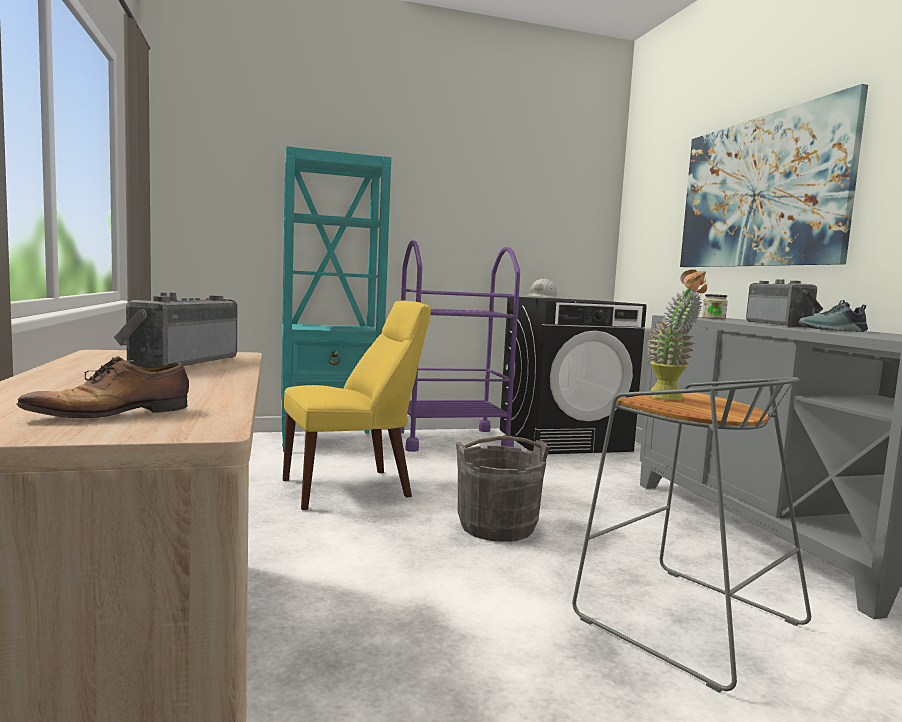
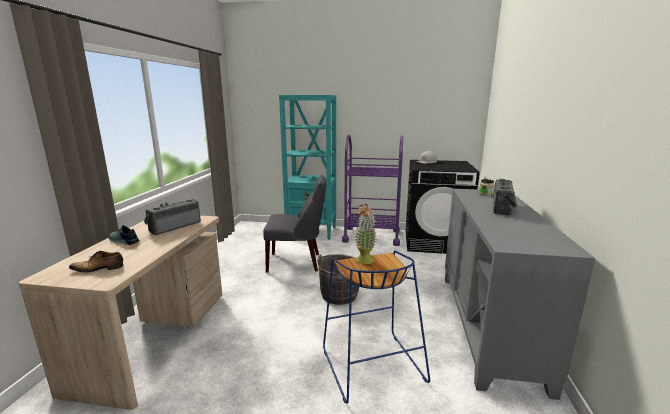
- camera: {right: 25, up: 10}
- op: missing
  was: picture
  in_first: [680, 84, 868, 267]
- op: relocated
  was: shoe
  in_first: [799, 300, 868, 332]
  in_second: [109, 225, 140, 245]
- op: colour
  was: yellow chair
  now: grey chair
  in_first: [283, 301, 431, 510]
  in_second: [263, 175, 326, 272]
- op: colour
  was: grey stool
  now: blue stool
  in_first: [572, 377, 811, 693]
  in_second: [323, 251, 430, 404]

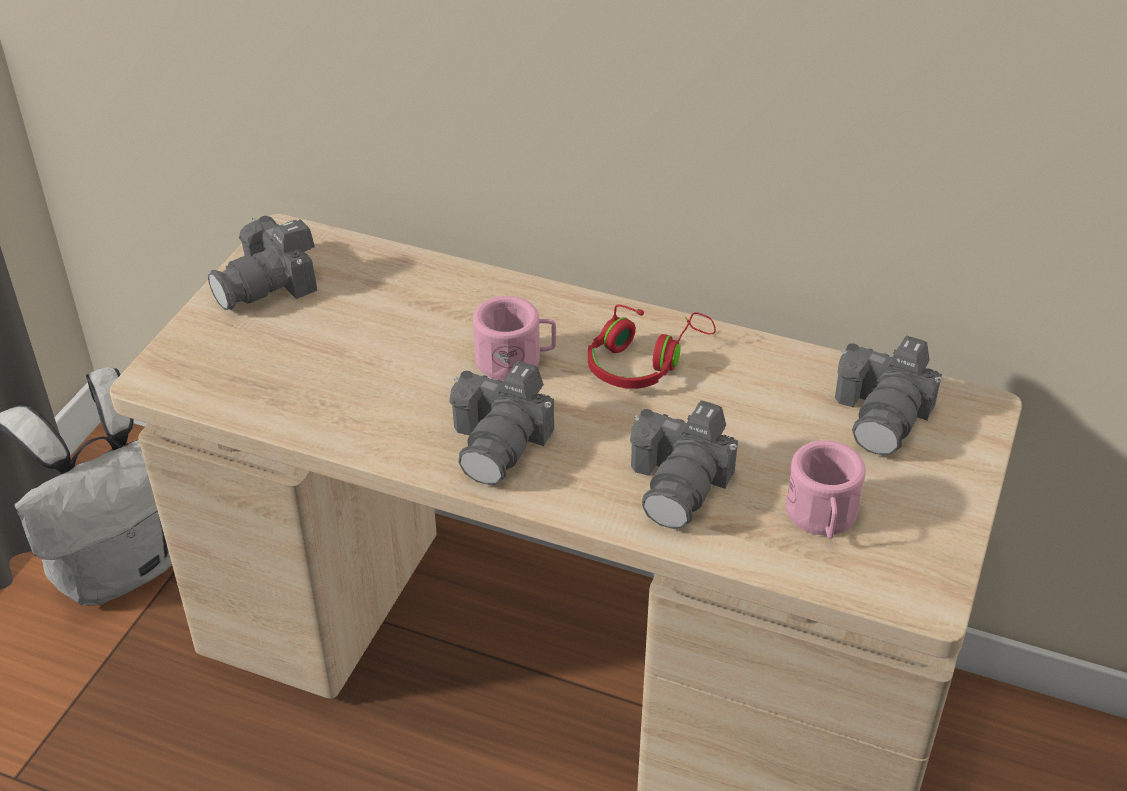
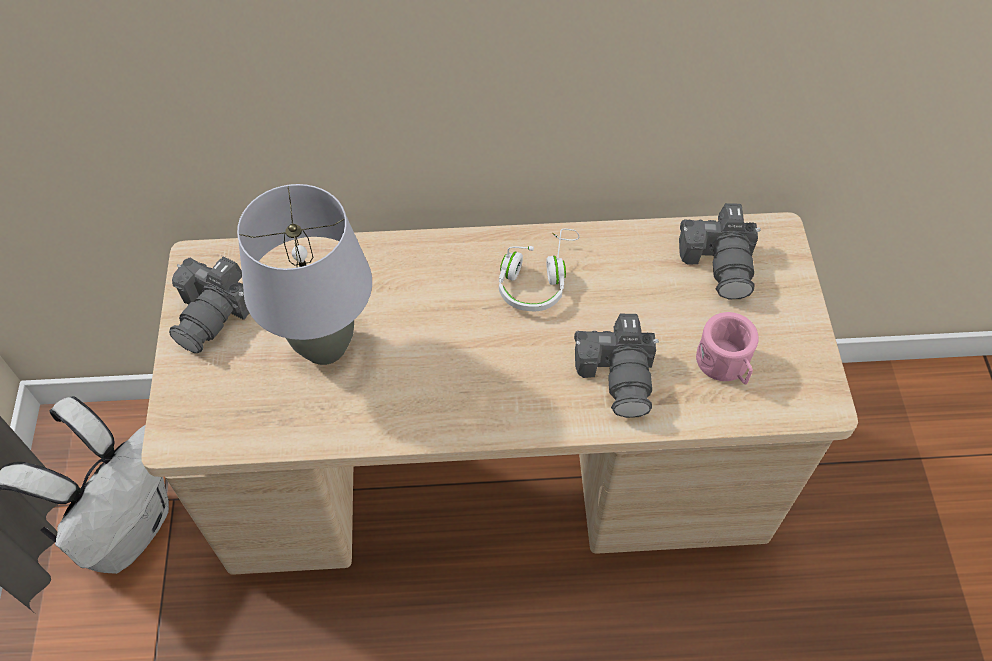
- camera: {right: -25, up: 15}
- op: missing
  was: photo camera
  in_first: [450, 361, 554, 485]
- op: missing
  was: pink mug
  in_first: [473, 296, 556, 381]
- op: appeared
  now: grey table lamp
  in_second: [237, 184, 372, 365]
- op: colour
  was: red headphones
  now: white headphones
  in_first: [588, 305, 716, 389]
  in_second: [499, 229, 580, 311]

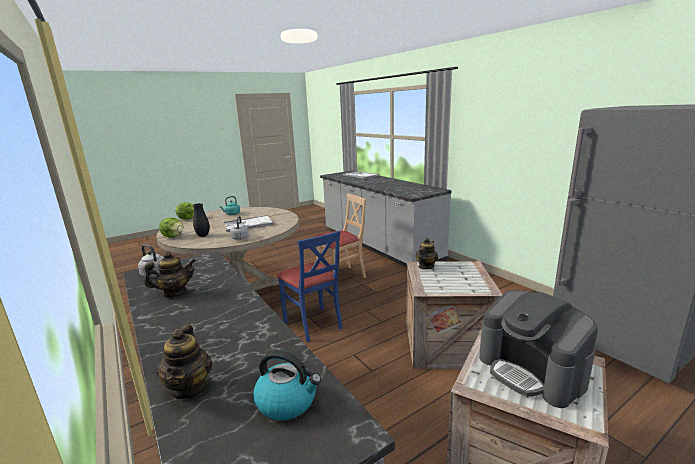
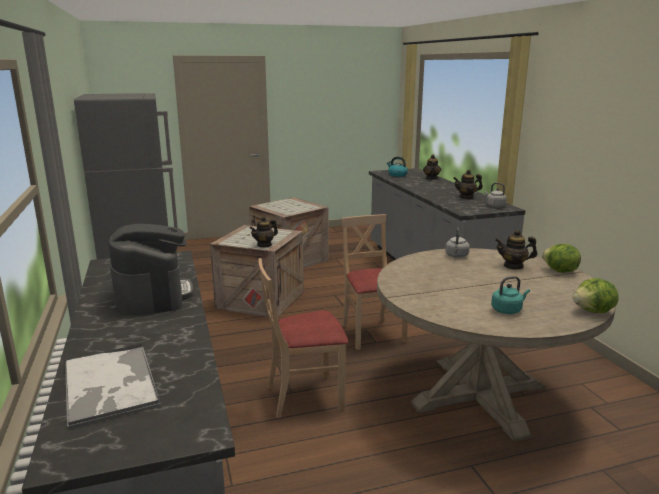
- camera: {right: -165, up: 0}
- op: missing
  was: tray
  in_first: [224, 215, 274, 232]
- op: relocated
  was: coffee machine
  in_first: [479, 290, 598, 408]
  in_second: [109, 224, 193, 316]
- op: exchanged
  was: black vase
  now: teapot
  in_first: [193, 203, 210, 237]
  in_second: [495, 230, 537, 270]
- op: colour
  was: blue chair
  now: beige chair
  in_first: [277, 231, 343, 343]
  in_second: [341, 214, 408, 350]

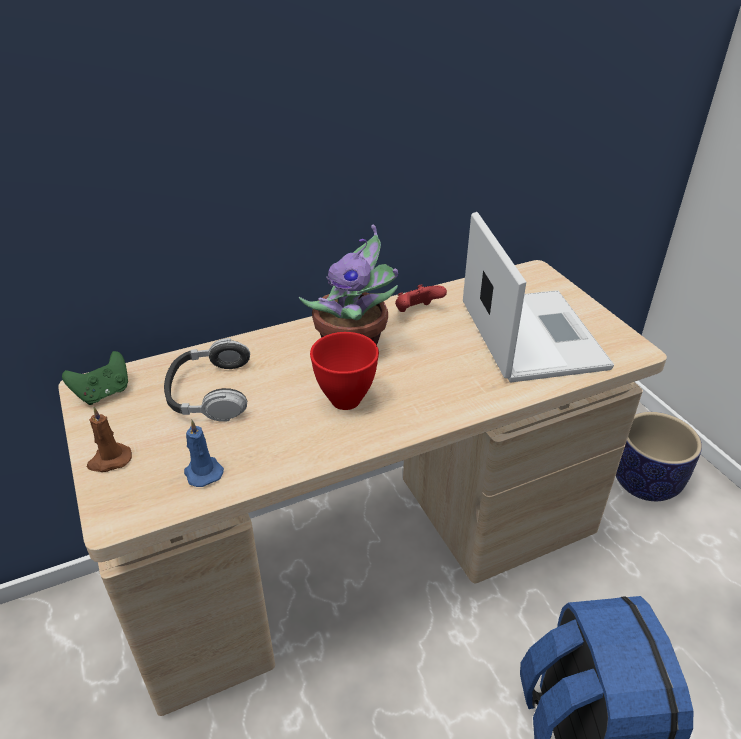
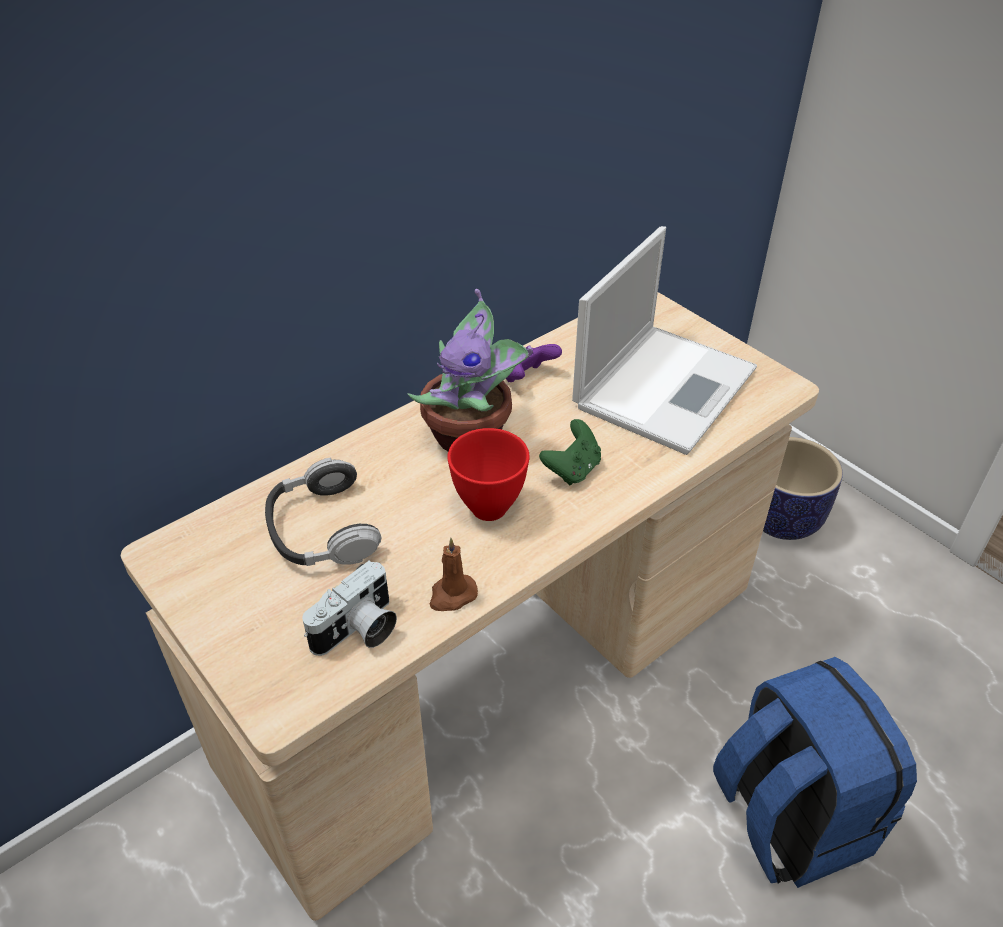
- camera: {right: -15, up: 5}
- op: relocated
  was: green game controller
  in_first: [62, 351, 128, 405]
  in_second: [539, 419, 601, 485]
- op: relocated
  was: brown candle
  in_first: [87, 407, 132, 472]
  in_second: [430, 538, 478, 611]
- op: exchanged
  was: blue candle
  now: photo camera
  in_first: [184, 420, 224, 487]
  in_second: [302, 561, 397, 656]
- op: colour
  was: red game controller
  now: purple game controller
  in_first: [395, 284, 447, 312]
  in_second: [506, 344, 562, 382]
- op: spun
  was: laptop
  in_first: [463, 212, 614, 383]
  in_second: [572, 226, 757, 455]
  clockwise: 60

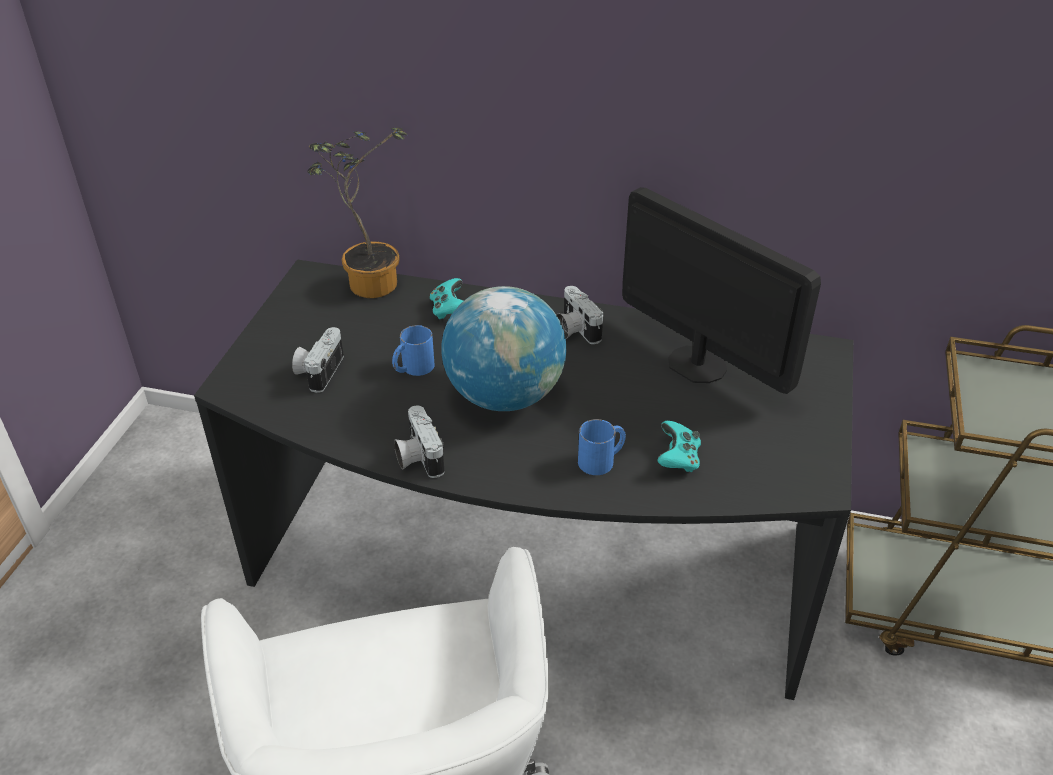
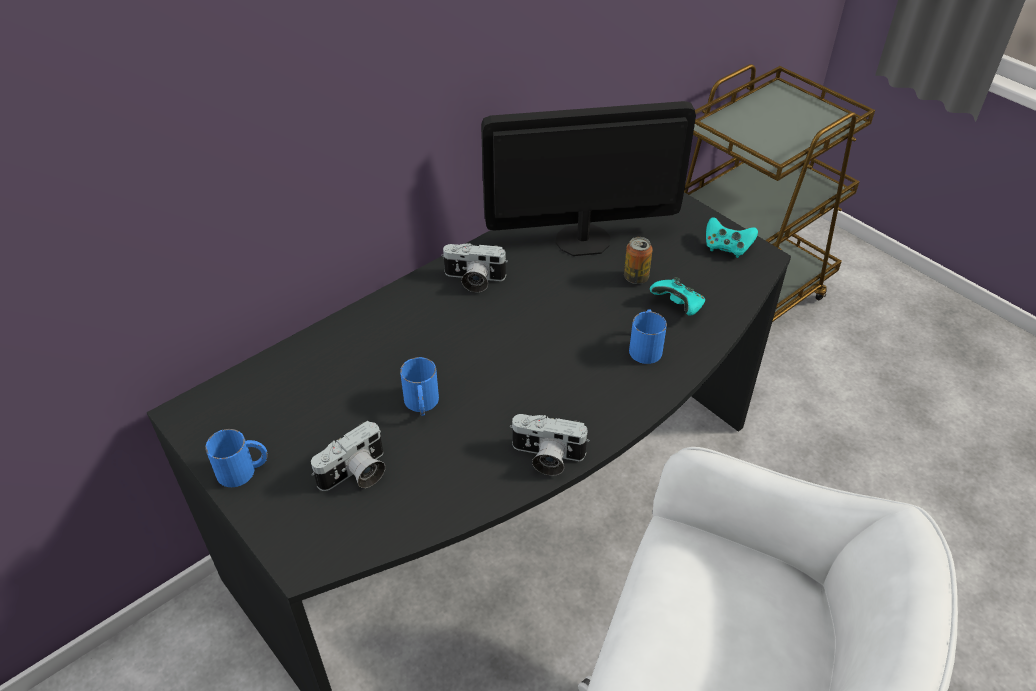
- camera: {right: -55, up: 5}
- op: missing
  was: potted plant
  in_first: [307, 128, 408, 298]
- op: missing
  was: globe
  in_first: [441, 286, 566, 411]
- op: appeared
  now: blue mug
  in_second: [205, 429, 268, 487]
- op: appeared
  now: can
  in_second: [624, 237, 653, 284]
- op: relocated
  was: turquoise game controller
  in_first: [430, 278, 463, 319]
  in_second: [706, 217, 758, 258]
- op: spun
  was: photo camera
  in_first: [292, 327, 344, 393]
  in_second: [311, 420, 385, 491]
  clockwise: -90

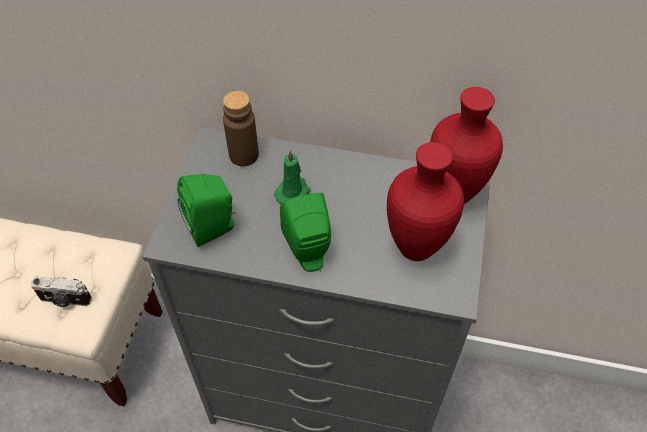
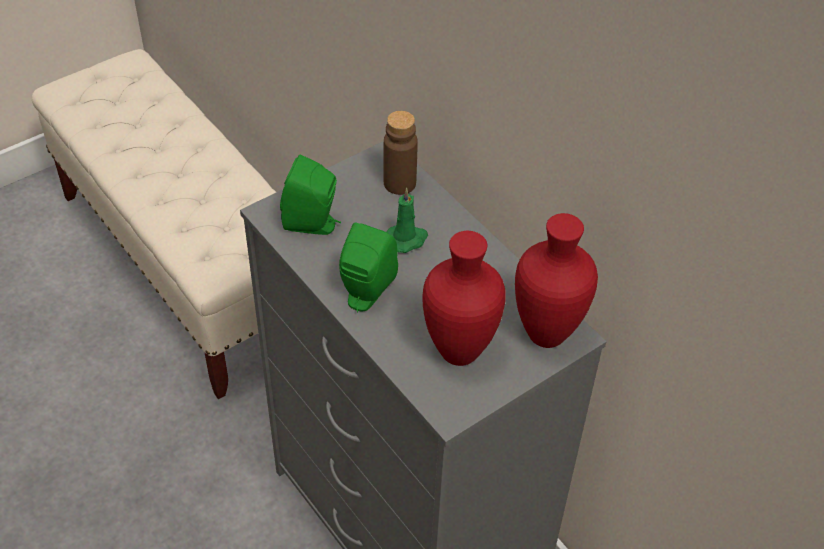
- camera: {right: 40, up: -5}
- op: missing
  was: photo camera
  in_first: [30, 277, 92, 307]

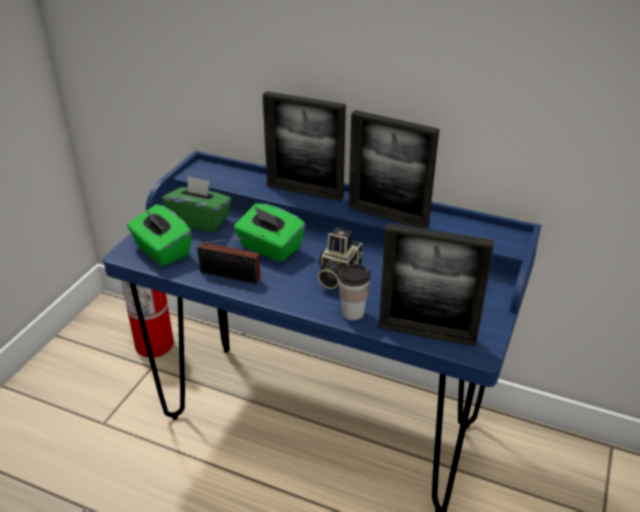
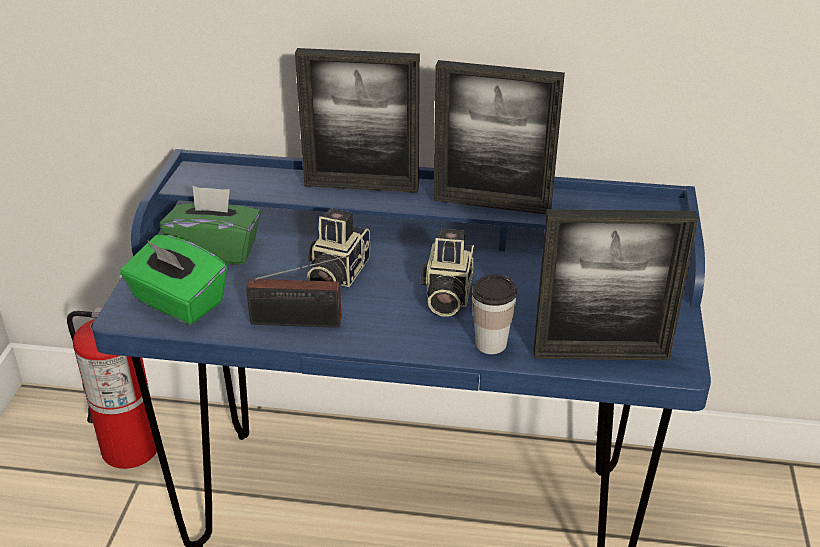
- camera: {right: -15, up: 0}
- op: exchanged
  was: green tissue box
  now: photo camera
  in_first: [234, 203, 306, 262]
  in_second: [307, 208, 370, 287]

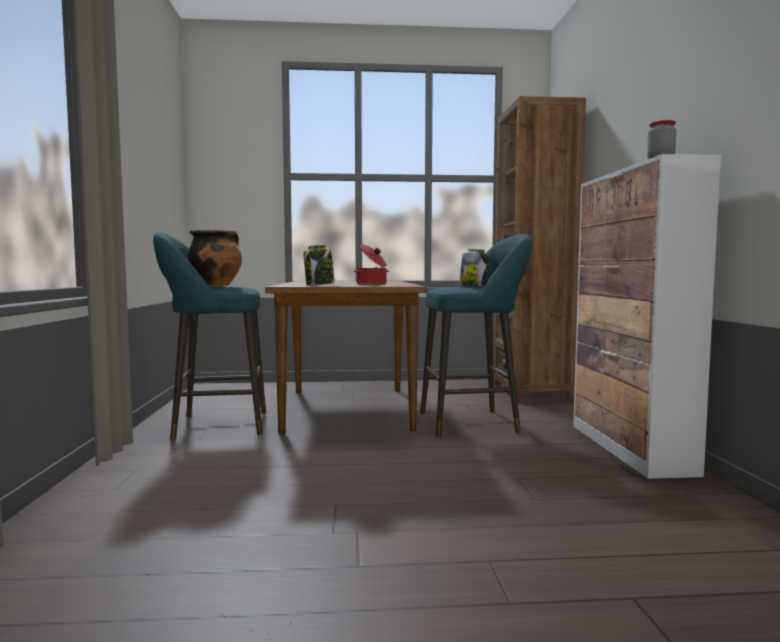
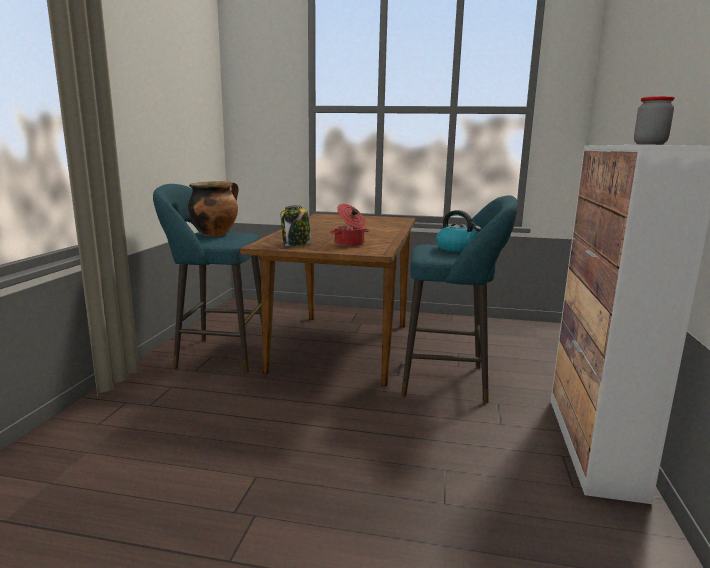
- camera: {right: 15, up: 10}
- op: missing
  was: brown bookcase
  in_first: [494, 96, 586, 401]
- op: exchanged
  was: jar
  now: kettle
  in_first: [459, 249, 489, 286]
  in_second: [436, 210, 481, 252]

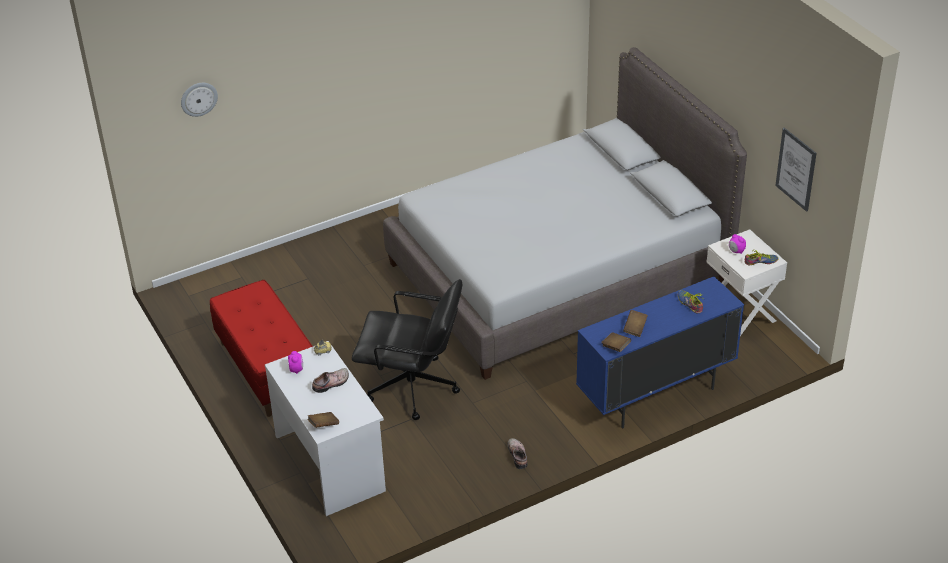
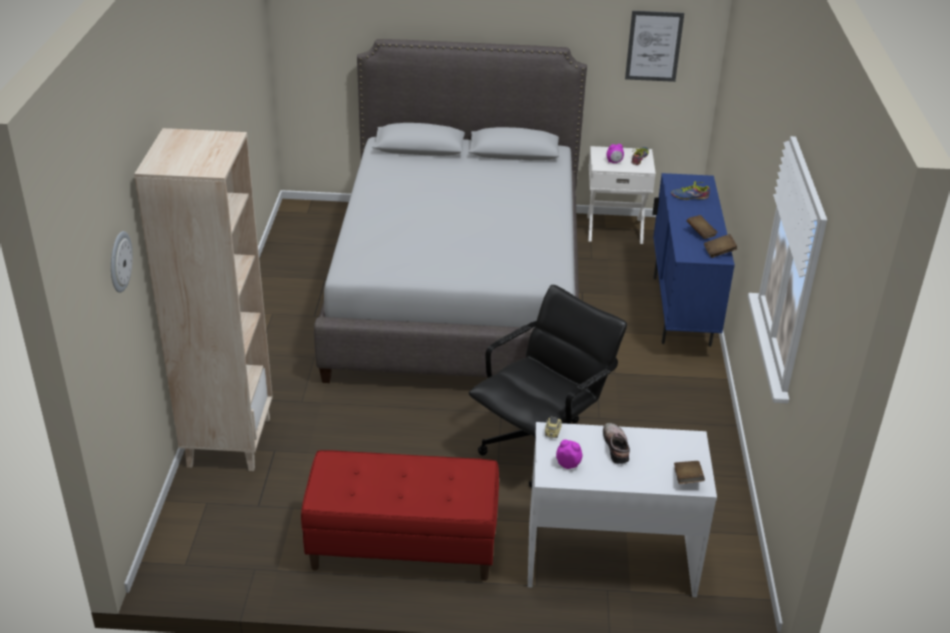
- camera: {right: -60, up: -5}
- op: missing
  was: shoe
  in_first: [508, 438, 528, 469]
- op: appeared
  now: beige bookcase
  in_second: [134, 128, 273, 471]

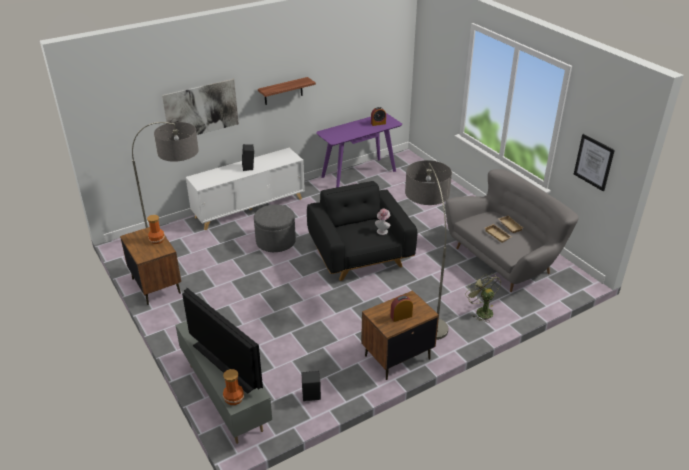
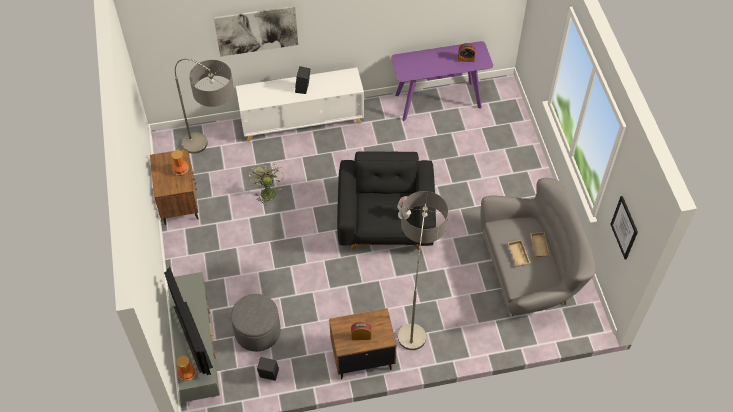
- camera: {right: 20, up: 20}
- op: missing
  was: shelf
  in_first: [258, 77, 316, 105]
- op: relocated
  was: grey ottoman
  in_first: [254, 205, 296, 252]
  in_second: [231, 294, 281, 352]
- op: relocated
  was: green fan
  in_first: [465, 273, 501, 323]
  in_second: [249, 163, 284, 205]

